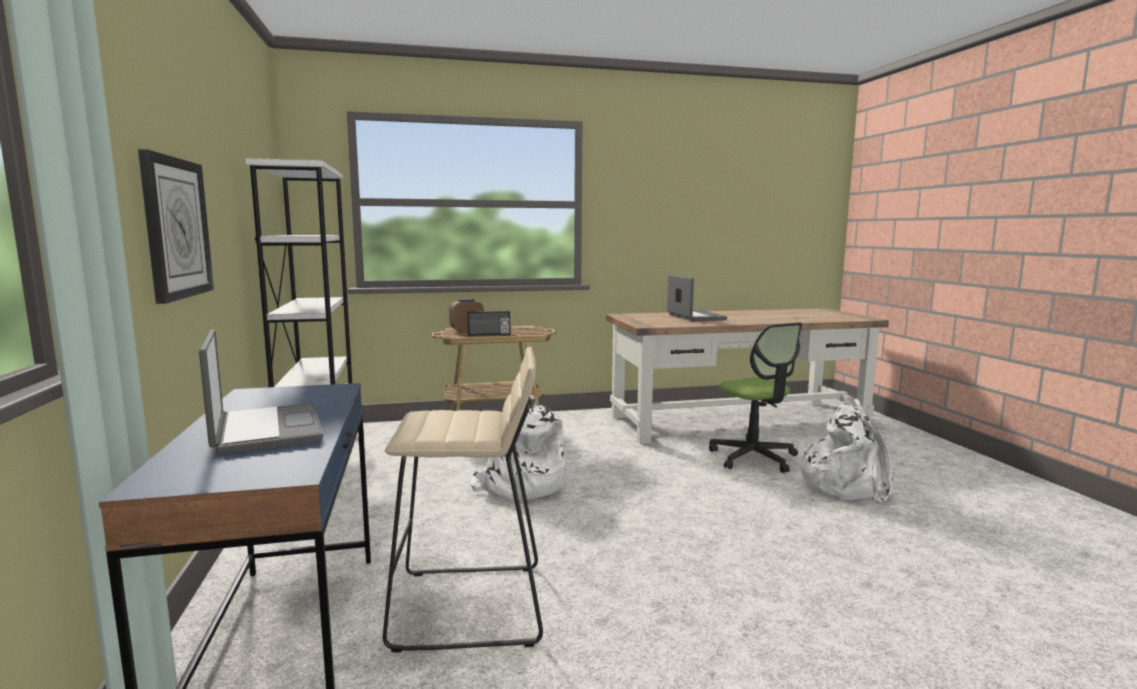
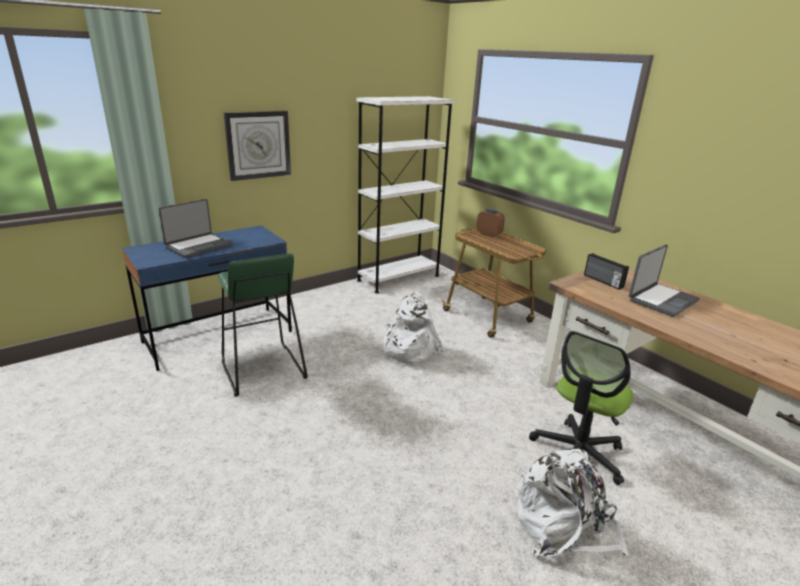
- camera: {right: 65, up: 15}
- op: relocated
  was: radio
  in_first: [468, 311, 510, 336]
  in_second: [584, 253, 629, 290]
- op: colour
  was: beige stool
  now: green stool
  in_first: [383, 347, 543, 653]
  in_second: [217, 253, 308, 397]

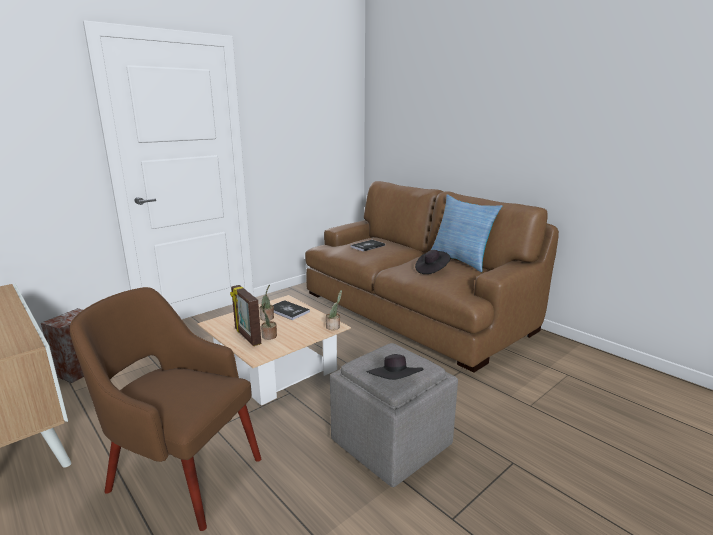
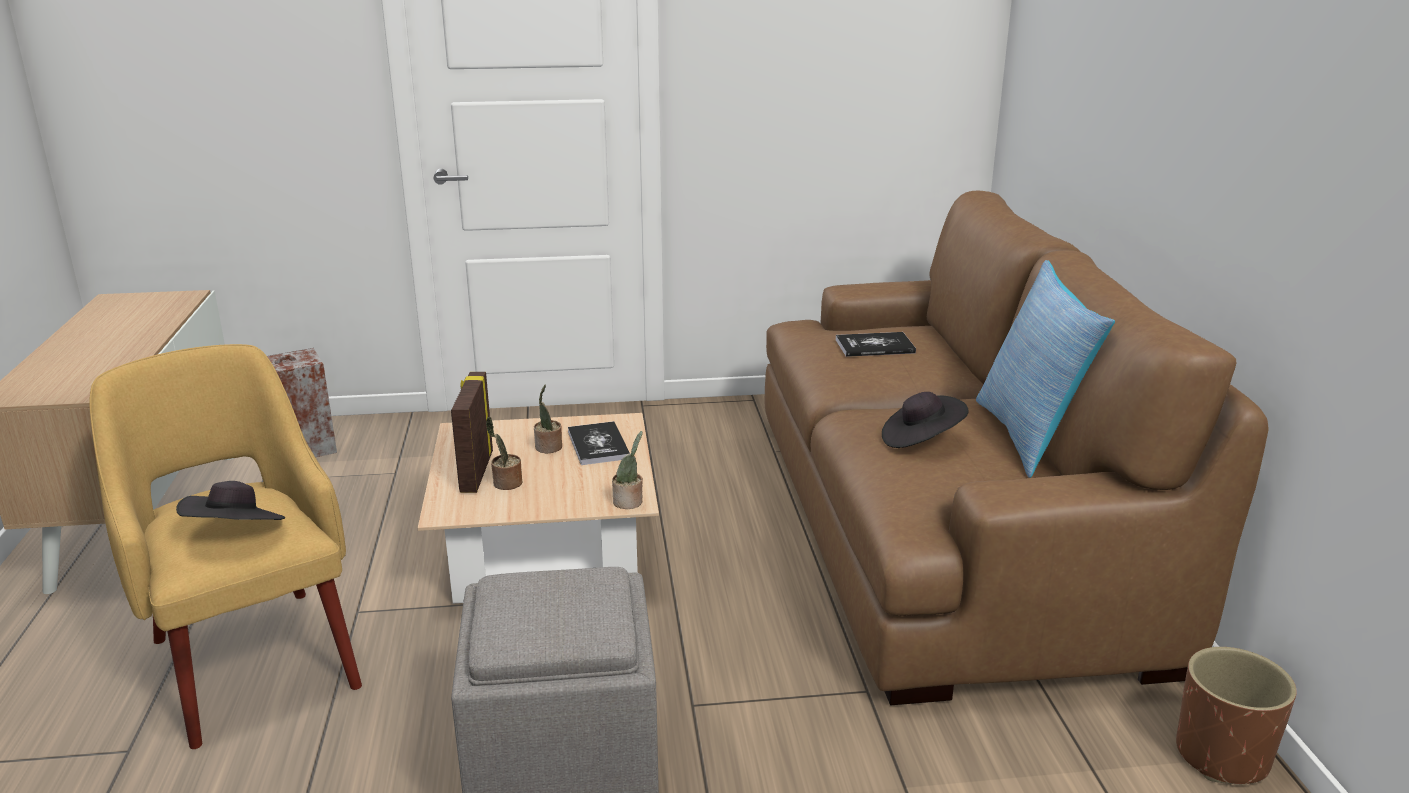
- camera: {right: 35, up: 5}
- op: appeared
  now: brown planter
  in_second: [1176, 647, 1297, 784]
- op: relocated
  was: black hat
  in_first: [366, 354, 423, 380]
  in_second: [176, 481, 285, 520]
- op: colour
  was: brown armchair
  now: yellow armchair
  in_first: [70, 287, 261, 531]
  in_second: [89, 344, 362, 749]

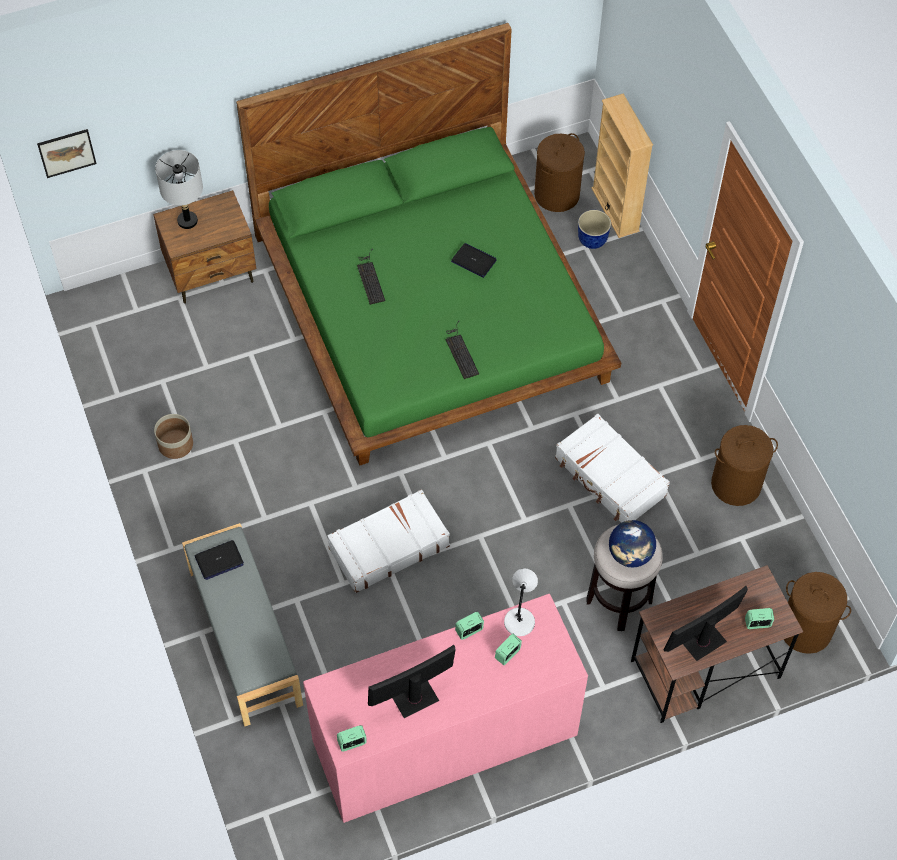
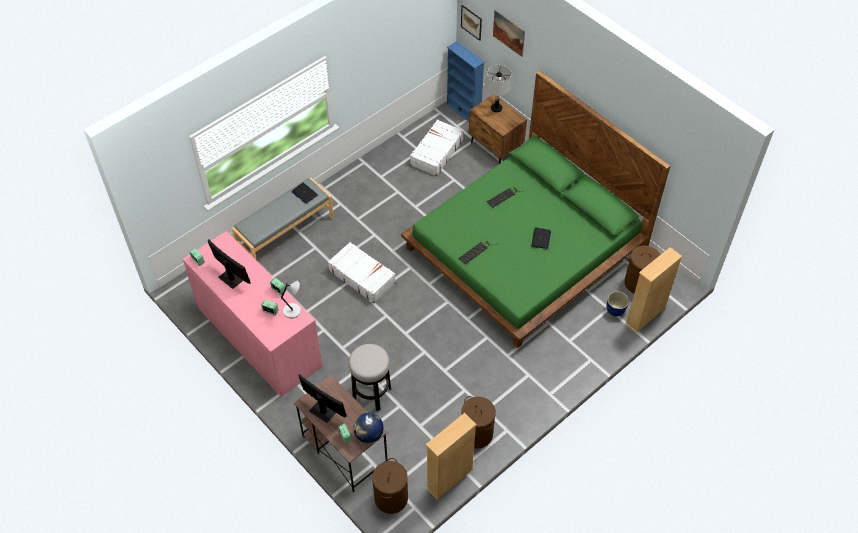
- camera: {right: 70, up: -5}
- op: missing
  was: planter
  in_first: [154, 414, 193, 459]
- op: appeared
  now: beige bookcase
  in_second: [426, 413, 477, 499]
- op: appeared
  now: blue bookcase
  in_second: [446, 41, 485, 122]
- op: appeared
  now: picture
  in_second: [493, 10, 525, 57]
- op: relocated
  was: white suitcase
  in_first: [555, 414, 670, 523]
  in_second: [410, 119, 464, 176]
- op: relocated
  was: globe
  in_first: [609, 520, 656, 568]
  in_second: [354, 413, 384, 443]

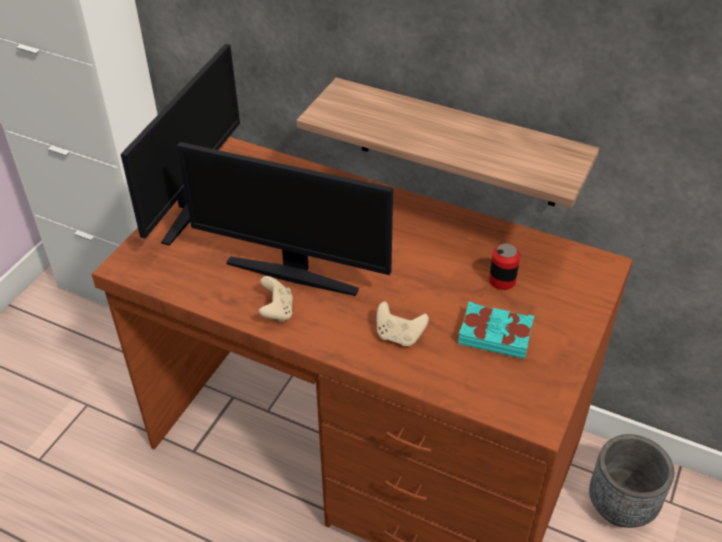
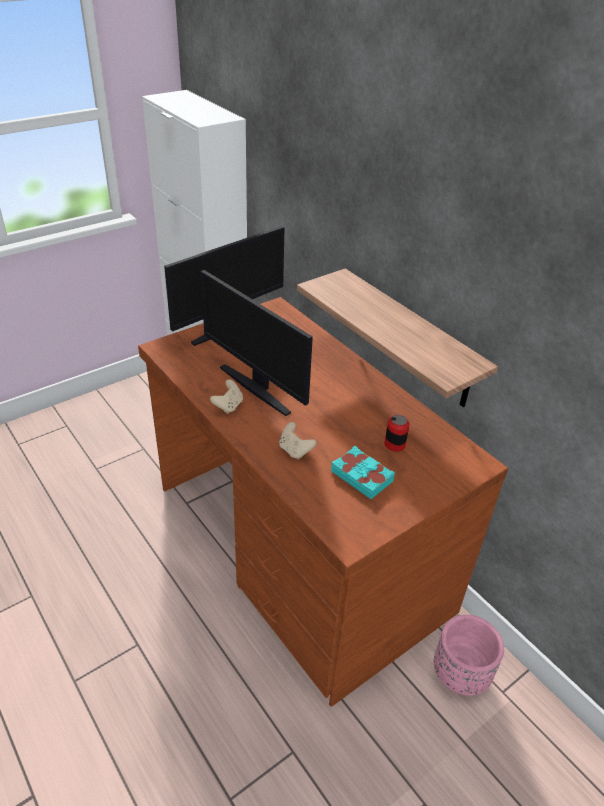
- camera: {right: 25, up: -5}
- op: colour
  was: grey planter
  now: pink planter
  in_first: [589, 434, 674, 528]
  in_second: [434, 615, 504, 696]

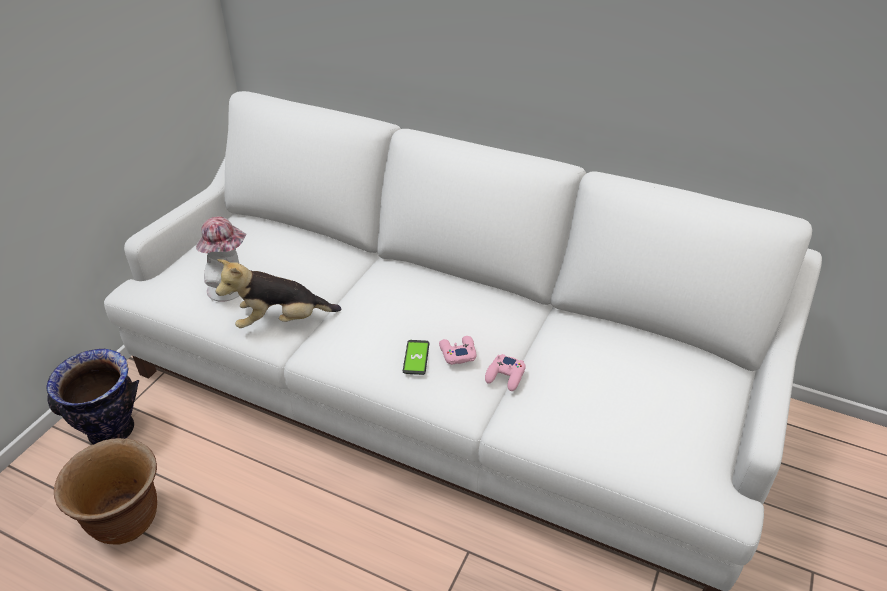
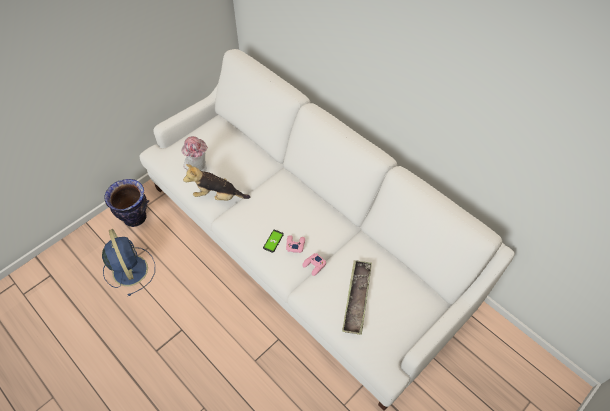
- camera: {right: 20, up: 15}
- op: appeared
  now: tray
  in_second: [342, 260, 372, 335]
- op: exchanged
  was: brown planter
  now: blue fan
  in_first: [54, 438, 157, 545]
  in_second: [102, 229, 155, 296]

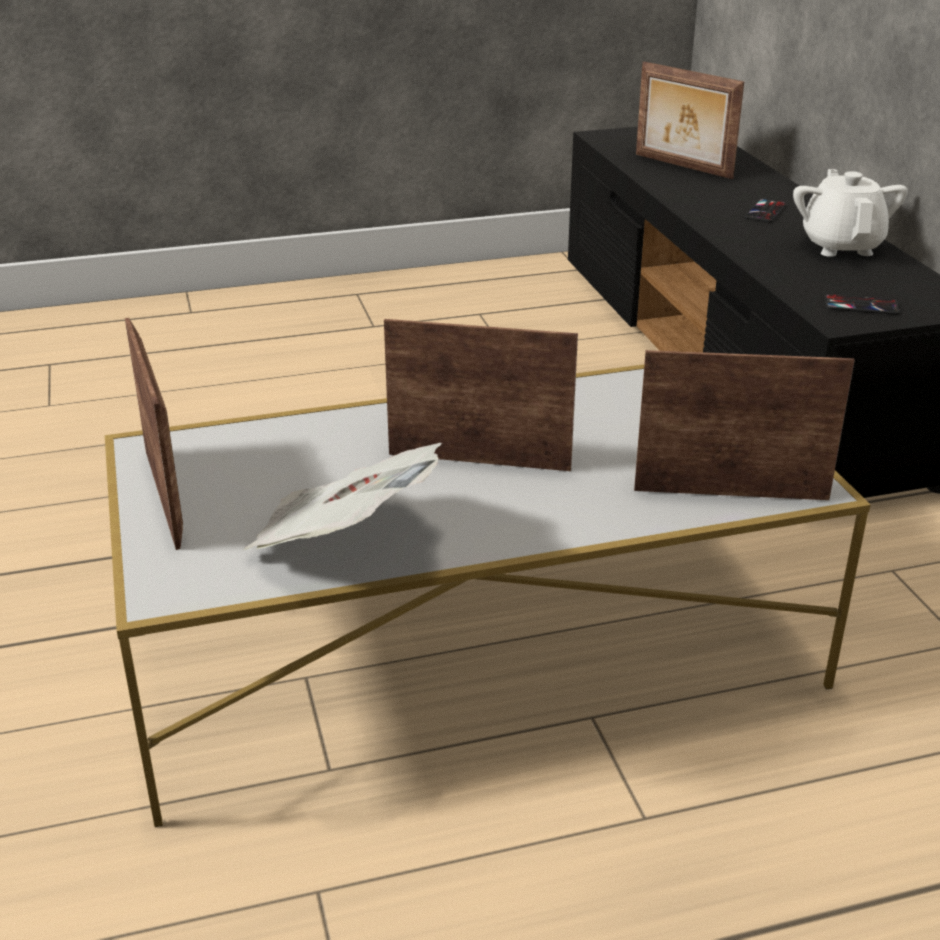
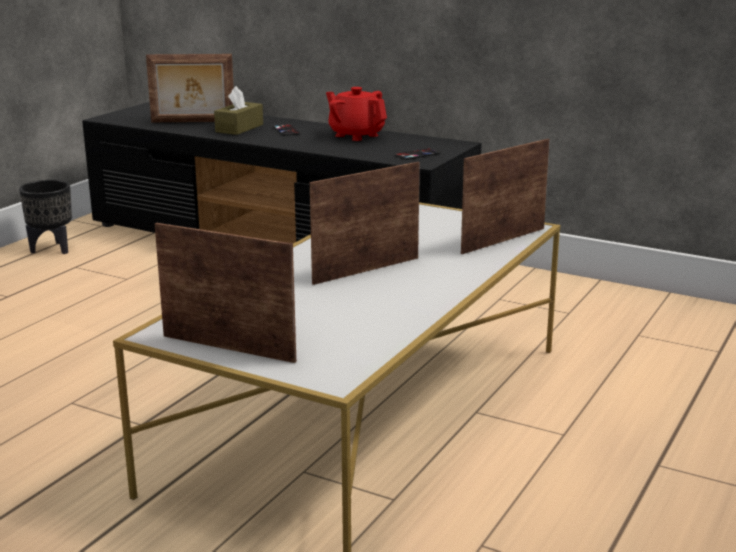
- camera: {right: -45, up: -10}
- op: missing
  was: newspaper
  in_first: [243, 443, 442, 550]
- op: appeared
  now: black planter
  in_second: [19, 180, 72, 254]
- op: appeared
  now: brown tissue box
  in_second: [214, 86, 263, 135]
- op: colour
  was: white teapot
  now: red teapot
  in_first: [793, 169, 908, 257]
  in_second: [326, 87, 387, 141]

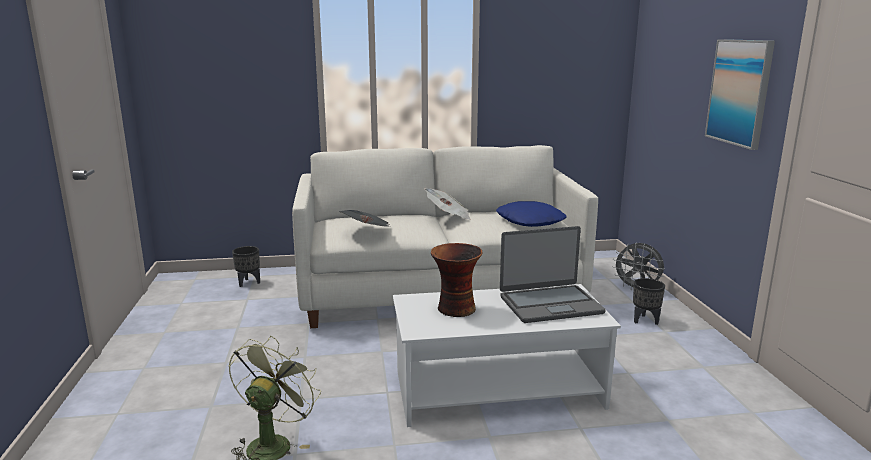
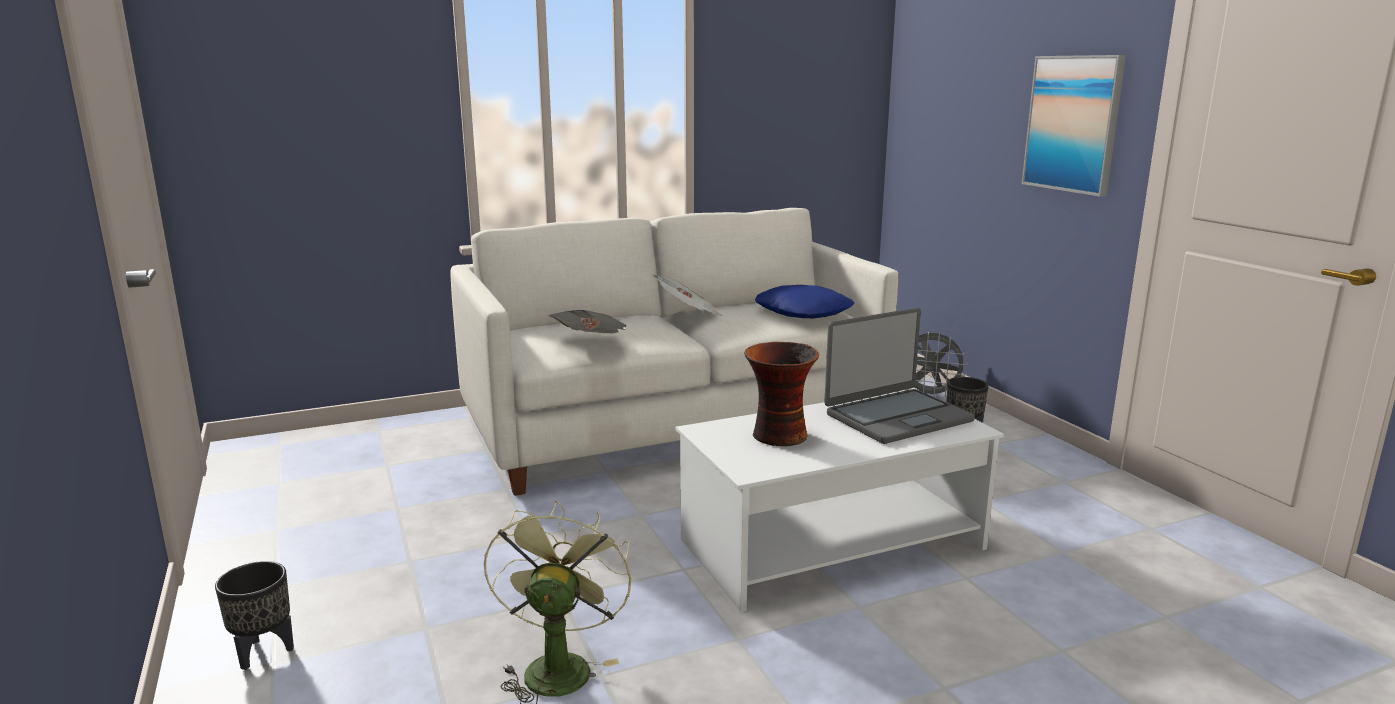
- camera: {right: -15, up: 0}
- op: relocated
  was: black planter
  in_first: [232, 246, 260, 287]
  in_second: [215, 561, 294, 670]

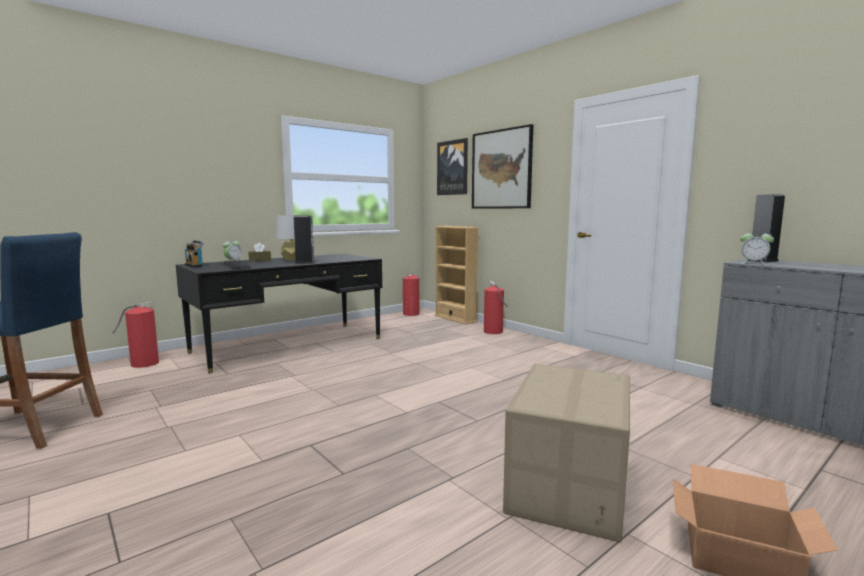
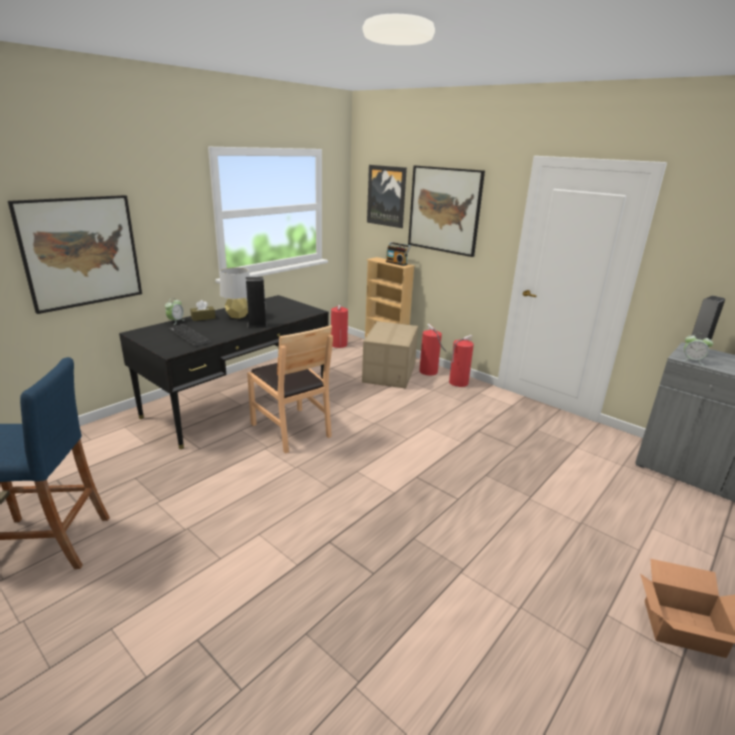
- camera: {right: -10, up: 15}
- op: appeared
  now: picture
  in_second: [8, 195, 142, 314]
- op: appeared
  now: brown chair
  in_second: [247, 325, 333, 454]
- op: relocated
  was: fire extinguisher
  in_first: [113, 301, 159, 368]
  in_second: [449, 335, 474, 387]
- op: relocated
  was: radio
  in_first: [185, 240, 204, 268]
  in_second: [386, 242, 411, 266]
- op: relocated
  was: cardboard box
  in_first: [503, 364, 630, 542]
  in_second: [362, 321, 418, 389]

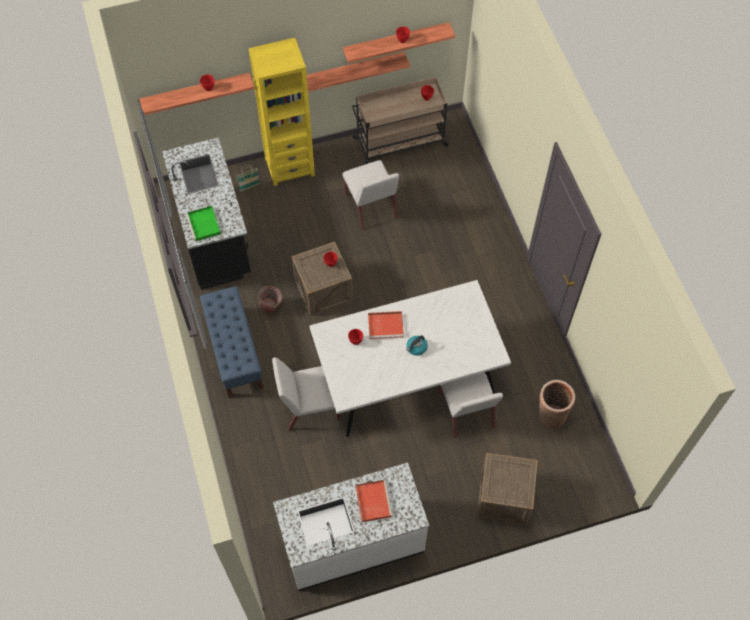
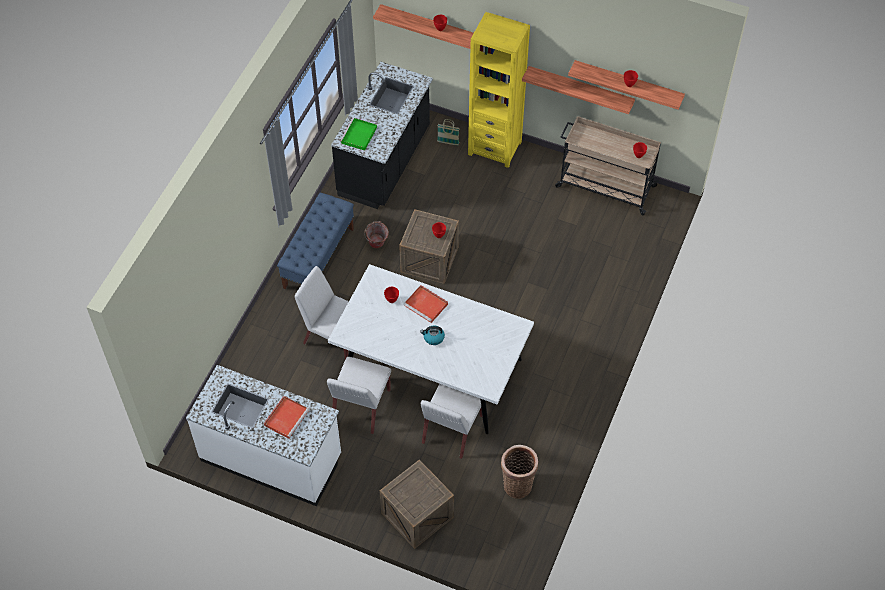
- camera: {right: 40, up: -5}
- op: relocated
  was: white chair
  in_first: [342, 160, 399, 230]
  in_second: [327, 357, 391, 434]

